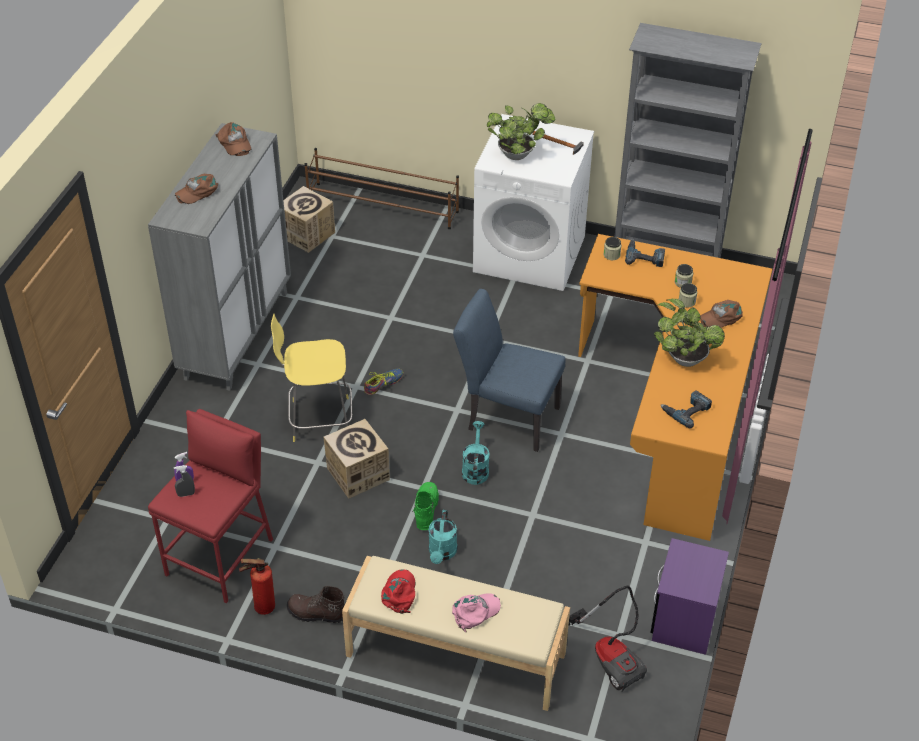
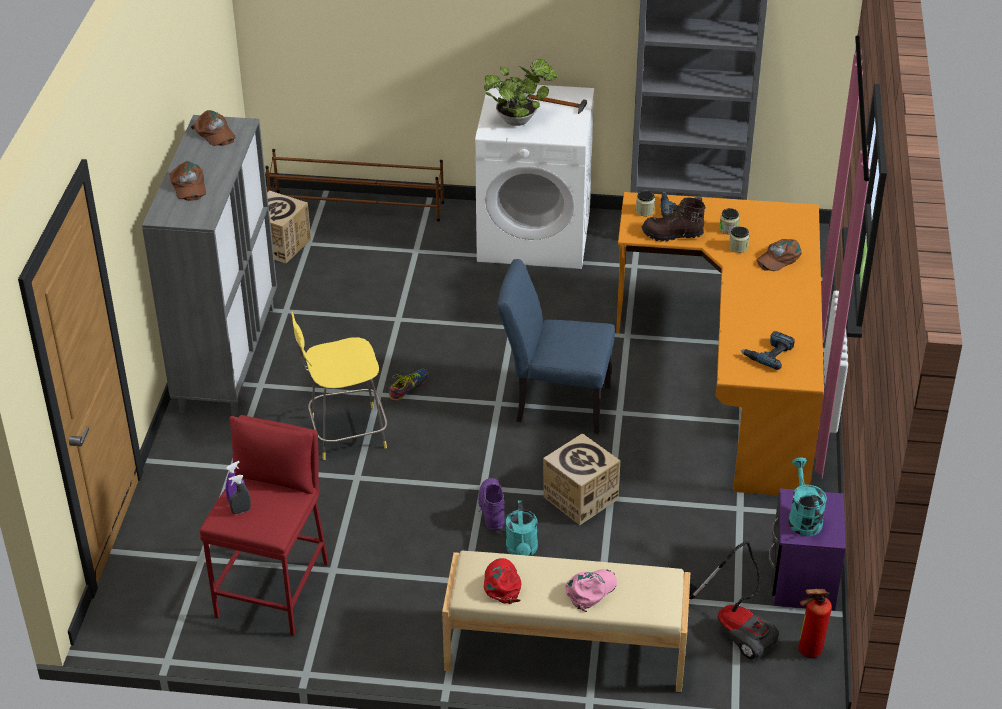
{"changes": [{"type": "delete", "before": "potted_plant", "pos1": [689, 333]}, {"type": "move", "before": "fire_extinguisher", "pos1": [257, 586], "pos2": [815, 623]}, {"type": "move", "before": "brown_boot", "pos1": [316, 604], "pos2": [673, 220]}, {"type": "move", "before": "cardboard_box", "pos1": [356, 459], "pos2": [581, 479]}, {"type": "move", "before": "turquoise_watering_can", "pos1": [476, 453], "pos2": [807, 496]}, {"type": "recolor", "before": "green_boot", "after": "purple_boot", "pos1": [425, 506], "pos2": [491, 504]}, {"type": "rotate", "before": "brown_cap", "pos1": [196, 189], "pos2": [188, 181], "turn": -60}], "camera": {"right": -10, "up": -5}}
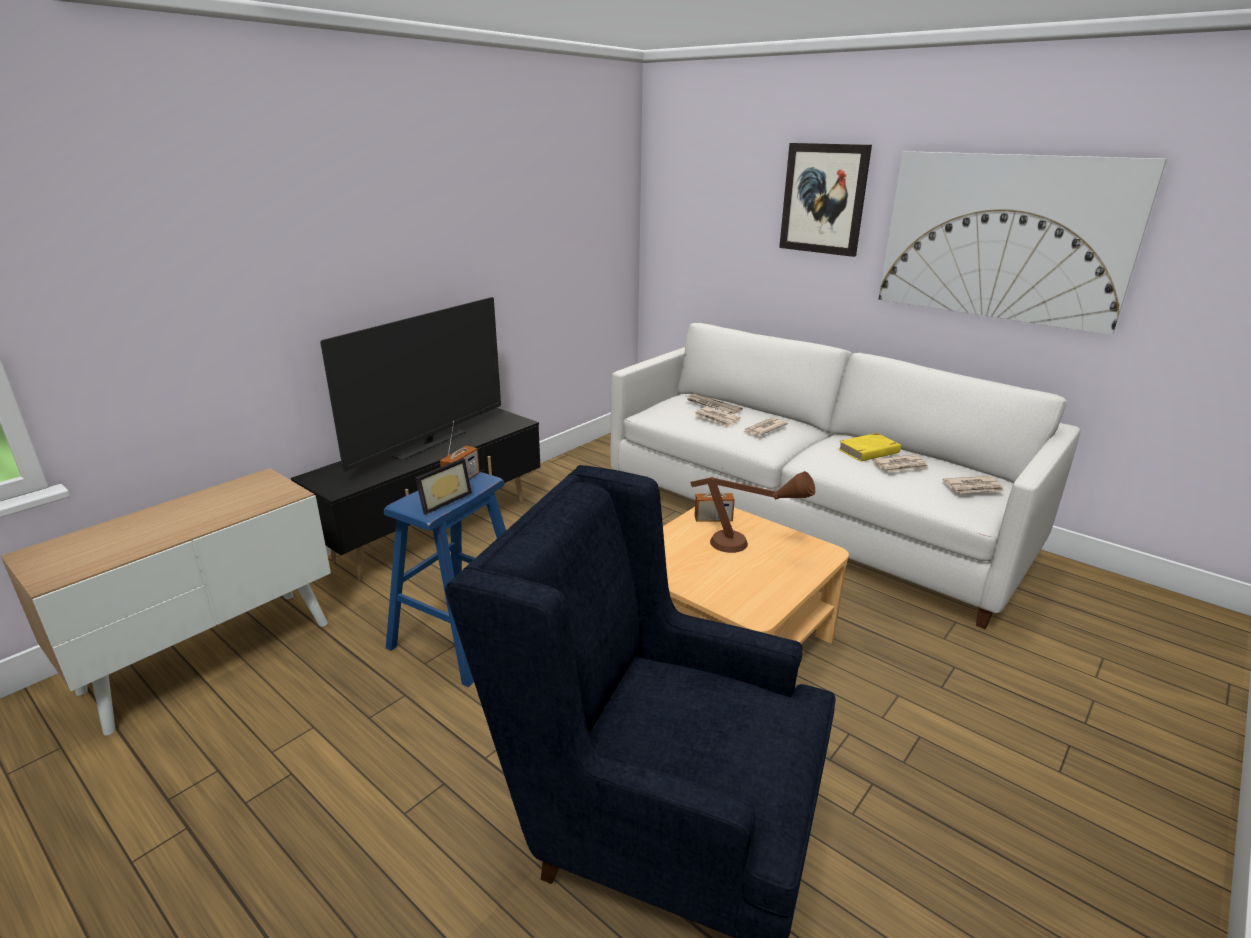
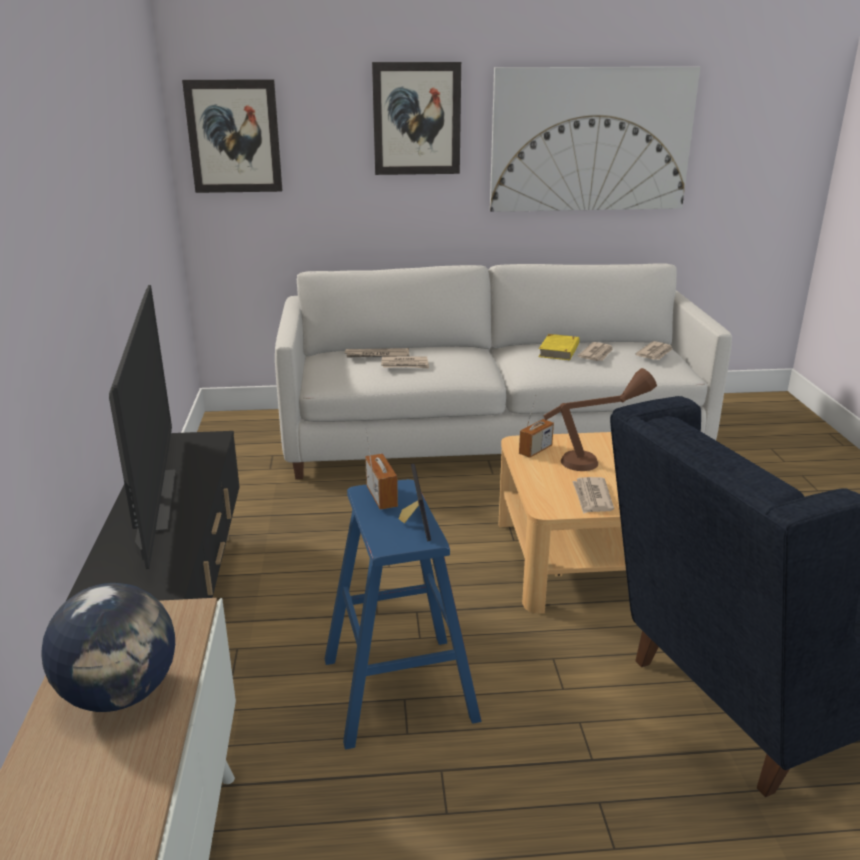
{"changes": [{"type": "insert", "after": "globe", "pos2": [108, 647]}, {"type": "insert", "after": "picture", "pos2": [232, 136]}, {"type": "move", "before": "newspaper", "pos1": [766, 427], "pos2": [593, 495]}], "camera": {"right": -45, "up": 0}}
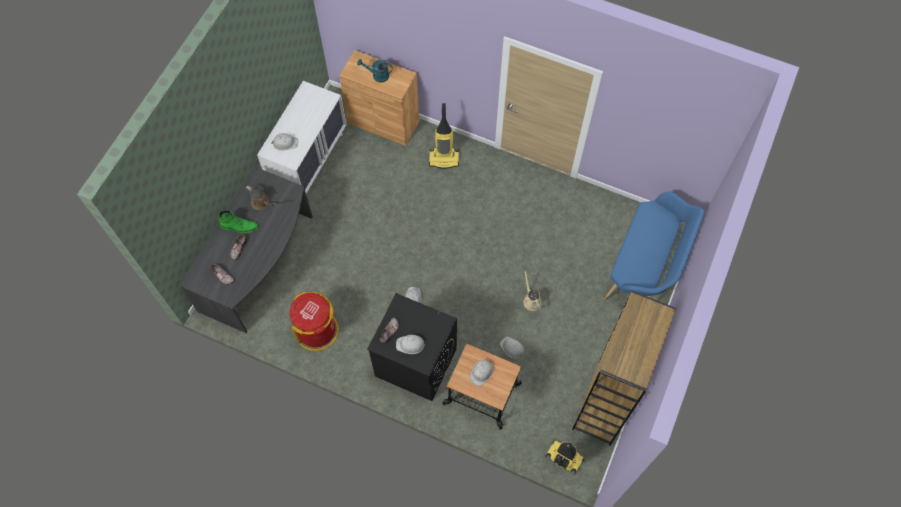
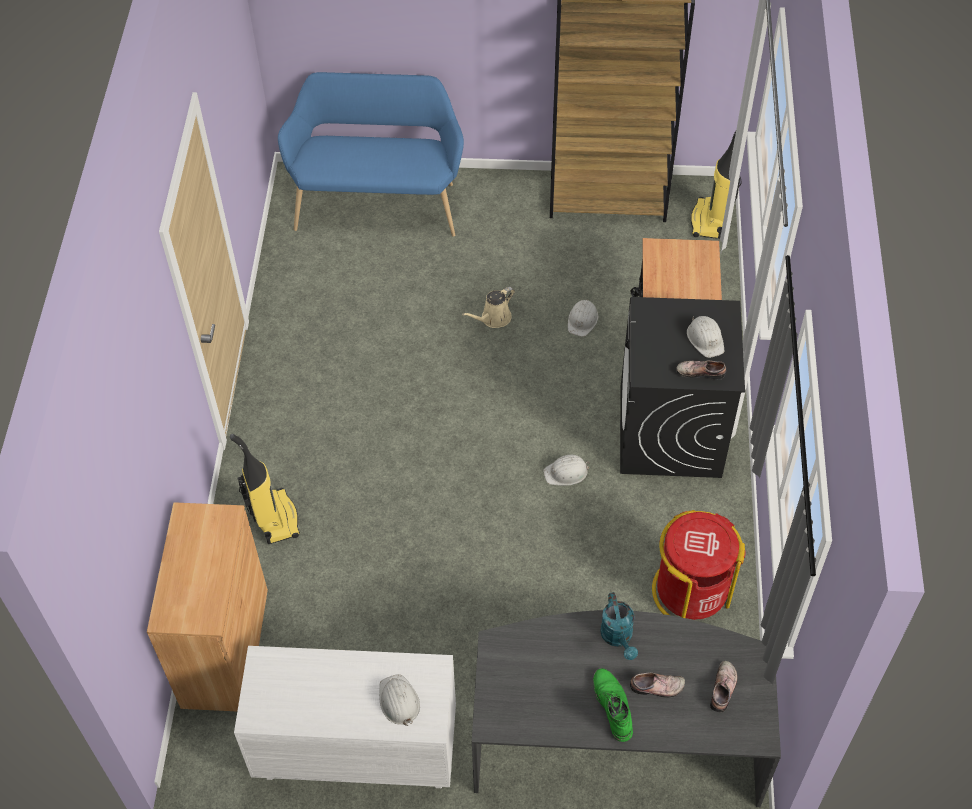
{"changes": [{"type": "delete", "before": "brown_watering_can", "pos1": [261, 198]}, {"type": "delete", "before": "white_hard_hat", "pos1": [481, 372]}, {"type": "move", "before": "turquoise_watering_can", "pos1": [375, 71], "pos2": [619, 626]}], "camera": {"right": -110, "up": -10}}
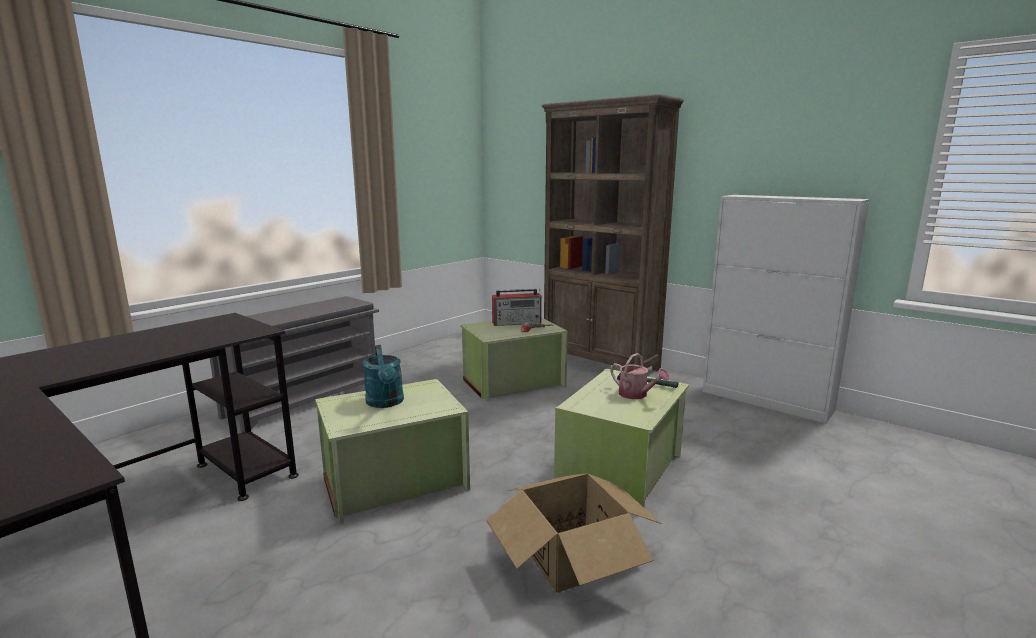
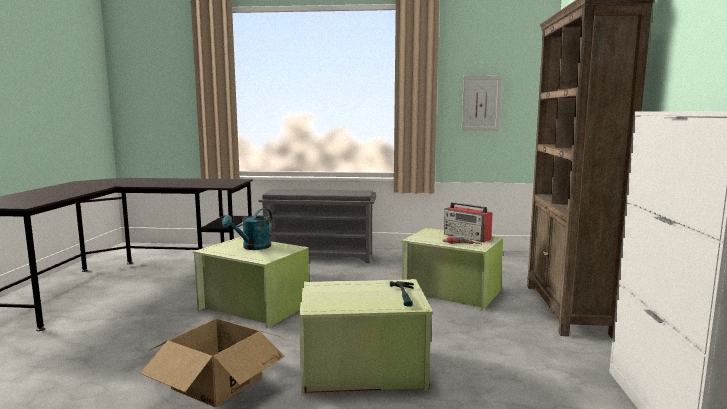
{"changes": [{"type": "delete", "before": "watering_can", "pos1": [640, 376]}, {"type": "insert", "after": "picture", "pos2": [481, 103]}], "camera": {"right": 55, "up": -5}}
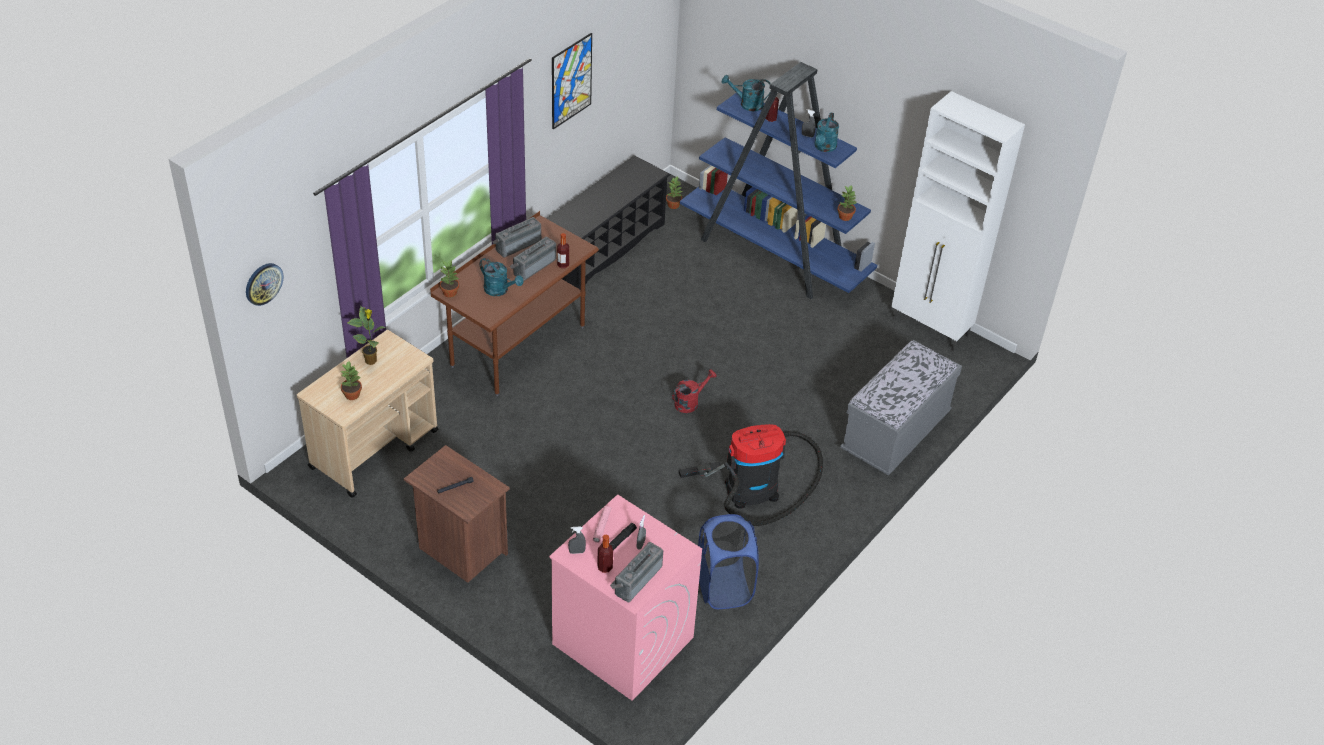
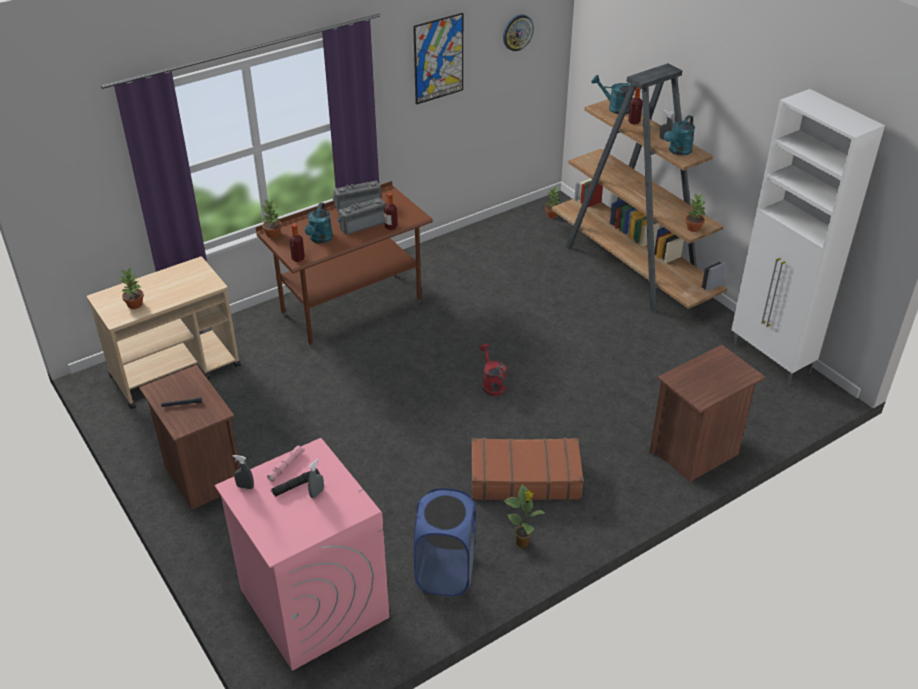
{"changes": [{"type": "delete", "before": "black_shoe_rack", "pos1": [608, 222]}, {"type": "delete", "before": "radio", "pos1": [636, 572]}, {"type": "move", "before": "wall_clock", "pos1": [265, 284], "pos2": [518, 33]}, {"type": "move", "before": "potted_plant", "pos1": [366, 335], "pos2": [525, 516]}, {"type": "move", "before": "bottle", "pos1": [605, 554], "pos2": [297, 243]}, {"type": "replace", "before": "vacuum_cleaner", "after": "brown_suitcase", "pos1": [751, 475], "pos2": [527, 469]}, {"type": "replace", "before": "grey_bench", "after": "brown_nightstand", "pos1": [901, 408], "pos2": [707, 413]}, {"type": "recolor", "before": "blue_bookcase", "after": "brown_bookcase", "pos1": [778, 180], "pos2": [639, 188]}, {"type": "rotate", "before": "turquoise_watering_can", "pos1": [501, 277], "pos2": [319, 223], "turn": 45}, {"type": "rotate", "before": "red_watering_can", "pos1": [694, 391], "pos2": [492, 370], "turn": -90}], "camera": {"right": 20, "up": -5}}
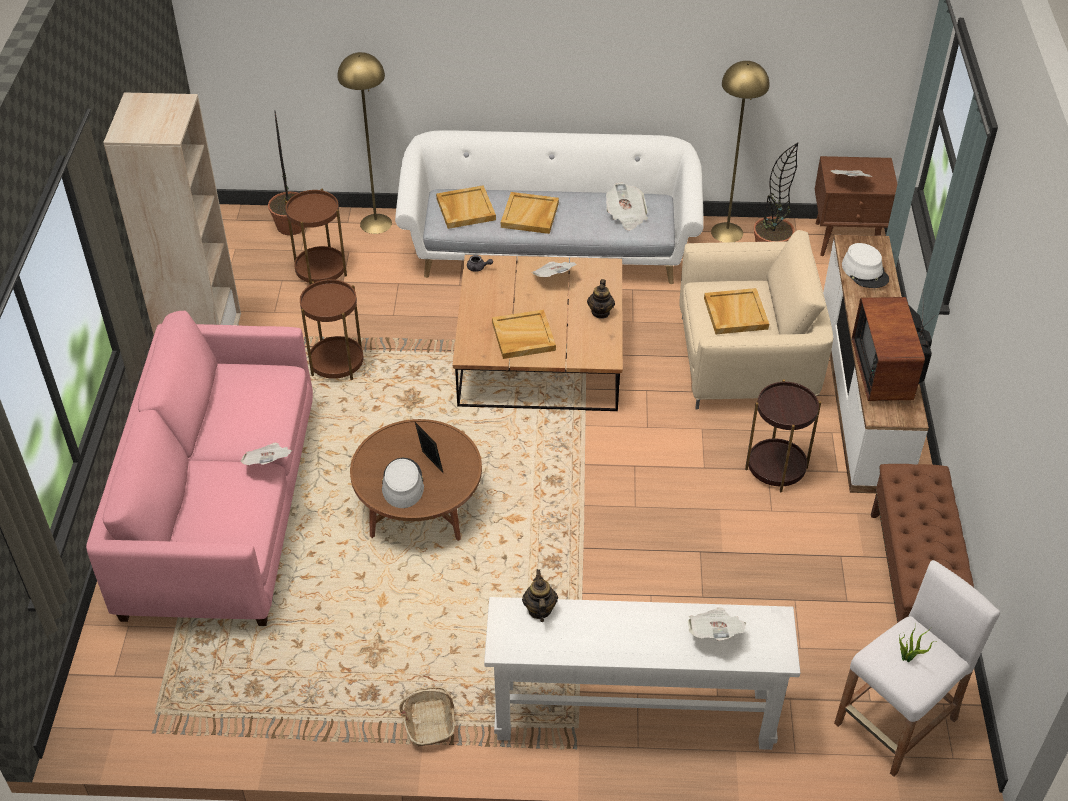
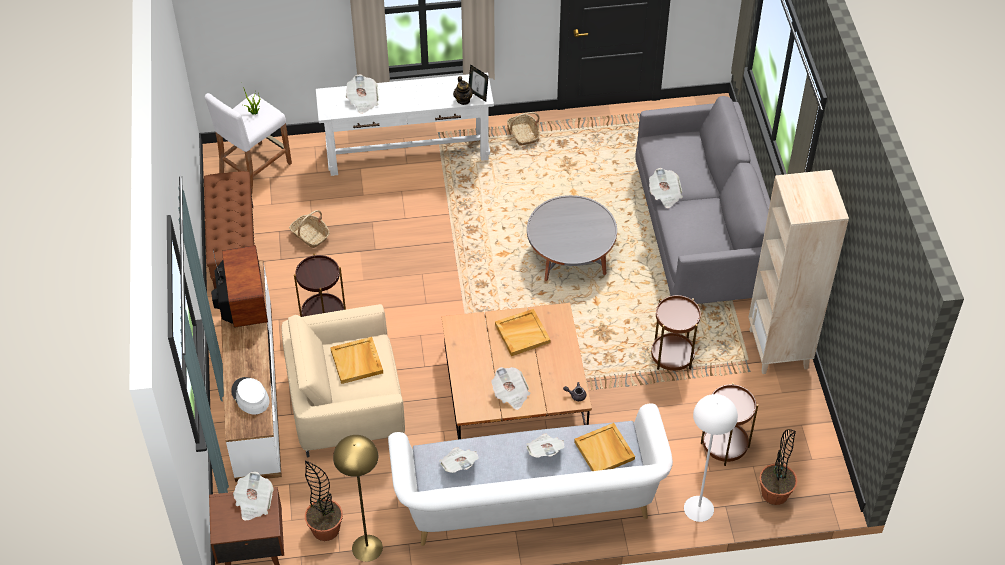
{"changes": [{"type": "delete", "before": "grey_hat", "pos1": [403, 483]}, {"type": "delete", "before": "teapot", "pos1": [601, 299]}, {"type": "insert", "after": "basket", "pos2": [309, 229]}, {"type": "move", "before": "picture_frame", "pos1": [429, 448], "pos2": [479, 83]}, {"type": "replace", "before": "beige_tray", "after": "newspaper", "pos1": [530, 213], "pos2": [545, 445]}, {"type": "recolor", "before": "pink_sofa", "after": "grey_sofa", "pos1": [199, 468], "pos2": [702, 200]}, {"type": "recolor", "before": "yellow_floor_lamp", "after": "white_floor_lamp", "pos1": [365, 143], "pos2": [711, 458]}, {"type": "recolor", "before": "brown_coffee_table", "after": "grey_coffee_table", "pos1": [416, 480], "pos2": [572, 238]}], "camera": {"right": 170, "up": 5}}
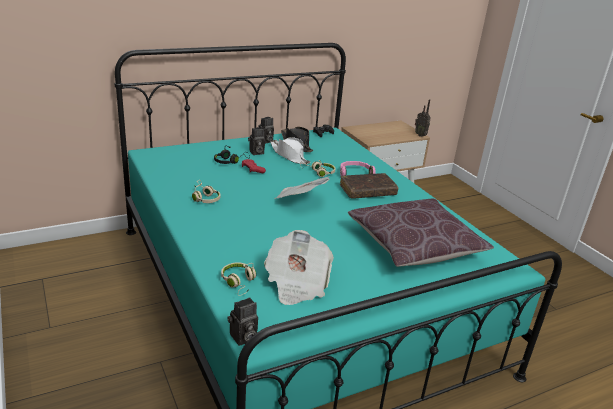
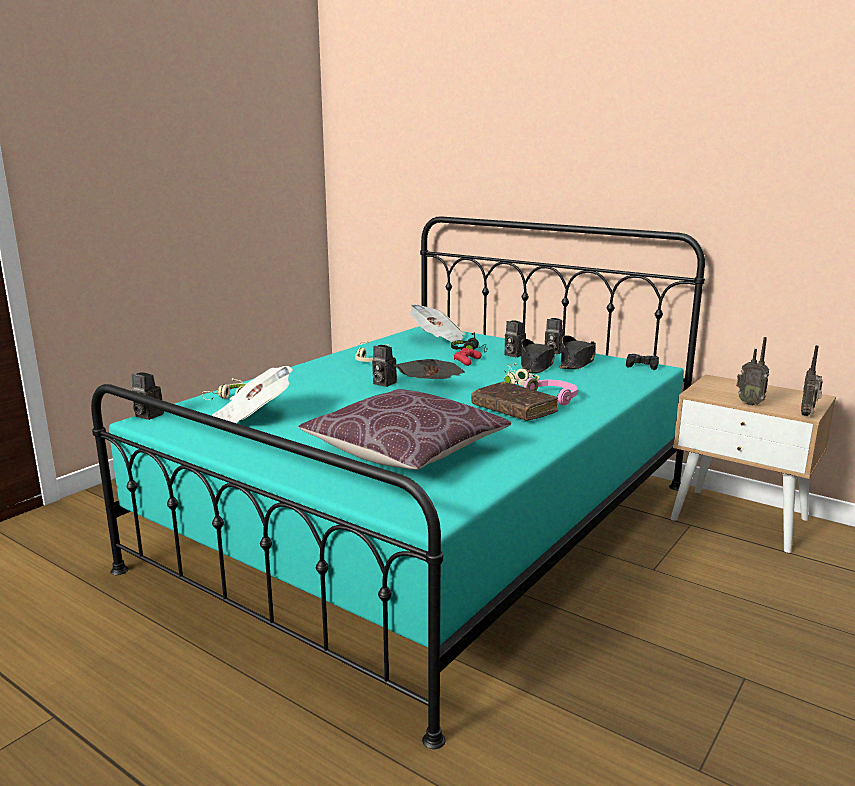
{"changes": [{"type": "insert", "after": "photo_camera", "pos2": [384, 366]}, {"type": "insert", "after": "newspaper", "pos2": [437, 324]}, {"type": "insert", "after": "radio", "pos2": [752, 371]}, {"type": "recolor", "before": "white_hat", "after": "black_hat", "pos1": [290, 150], "pos2": [538, 356]}], "camera": {"right": 65, "up": -10}}
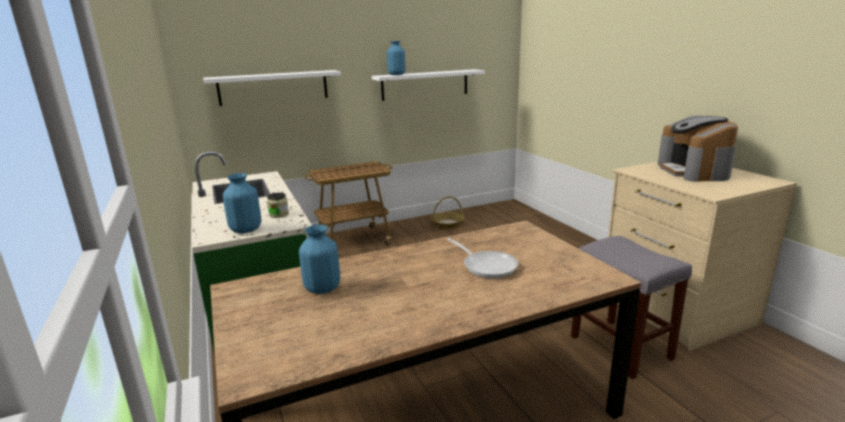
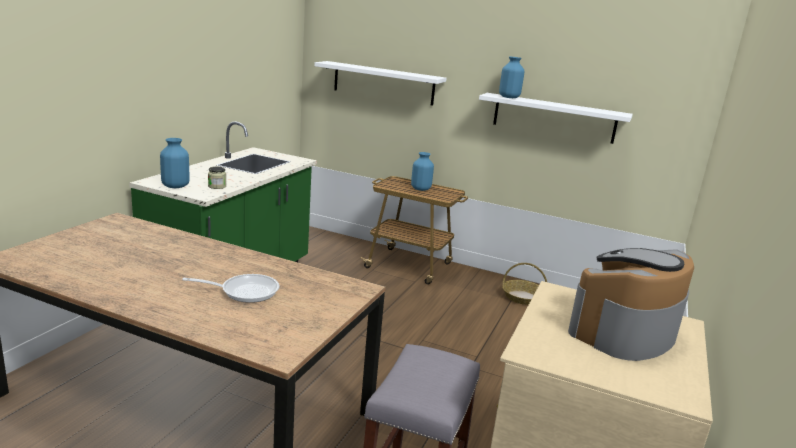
{"changes": [{"type": "move", "before": "blue_vase", "pos1": [319, 259], "pos2": [422, 171]}, {"type": "rotate", "before": "frying_pan", "pos1": [482, 258], "pos2": [230, 288], "turn": -105}], "camera": {"right": 45, "up": 0}}
